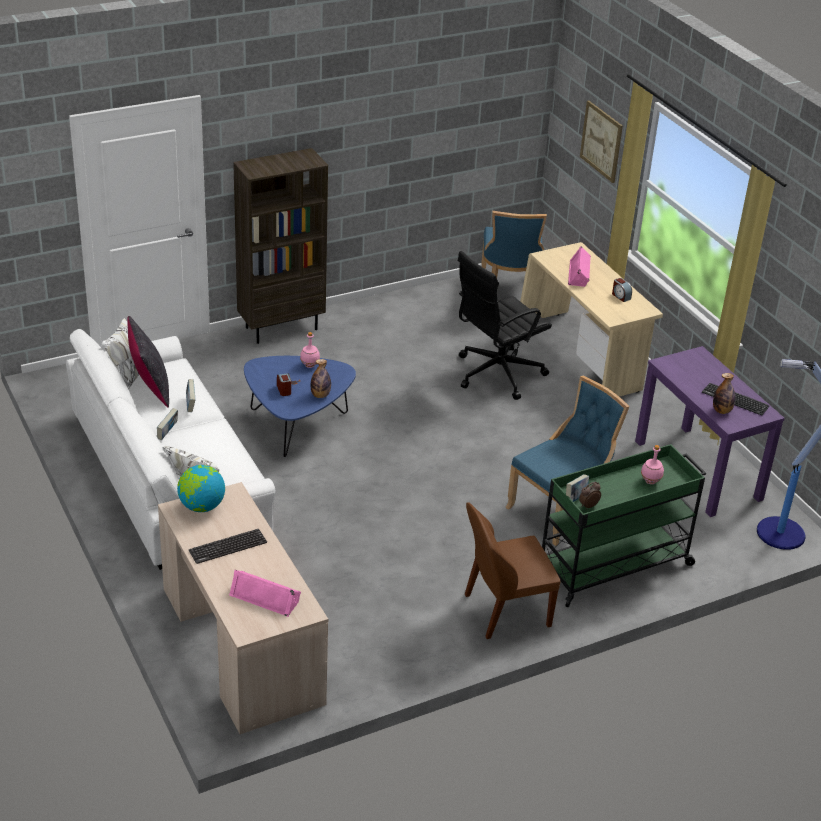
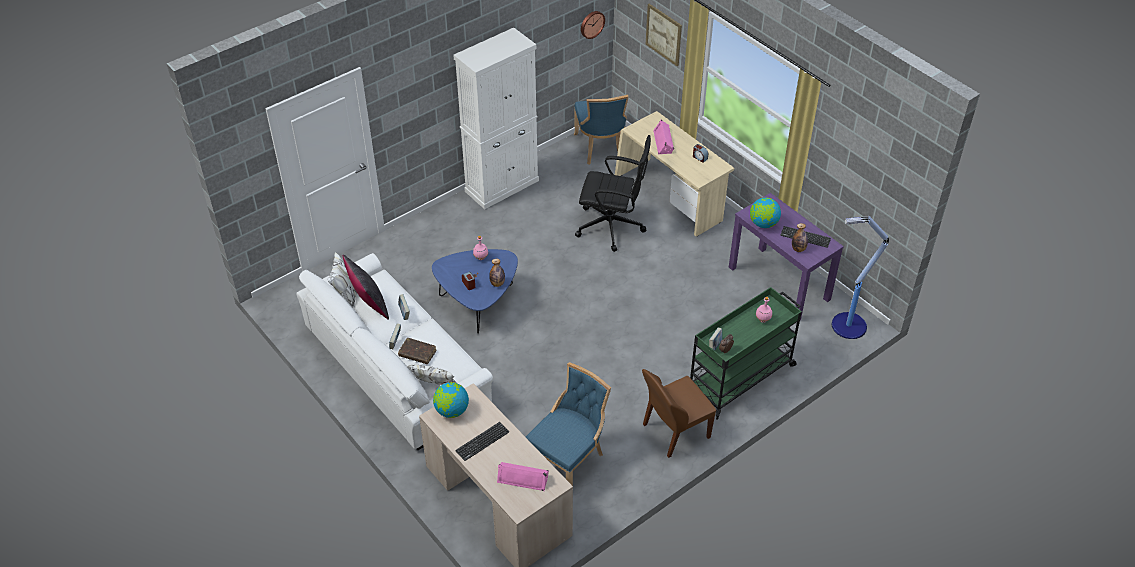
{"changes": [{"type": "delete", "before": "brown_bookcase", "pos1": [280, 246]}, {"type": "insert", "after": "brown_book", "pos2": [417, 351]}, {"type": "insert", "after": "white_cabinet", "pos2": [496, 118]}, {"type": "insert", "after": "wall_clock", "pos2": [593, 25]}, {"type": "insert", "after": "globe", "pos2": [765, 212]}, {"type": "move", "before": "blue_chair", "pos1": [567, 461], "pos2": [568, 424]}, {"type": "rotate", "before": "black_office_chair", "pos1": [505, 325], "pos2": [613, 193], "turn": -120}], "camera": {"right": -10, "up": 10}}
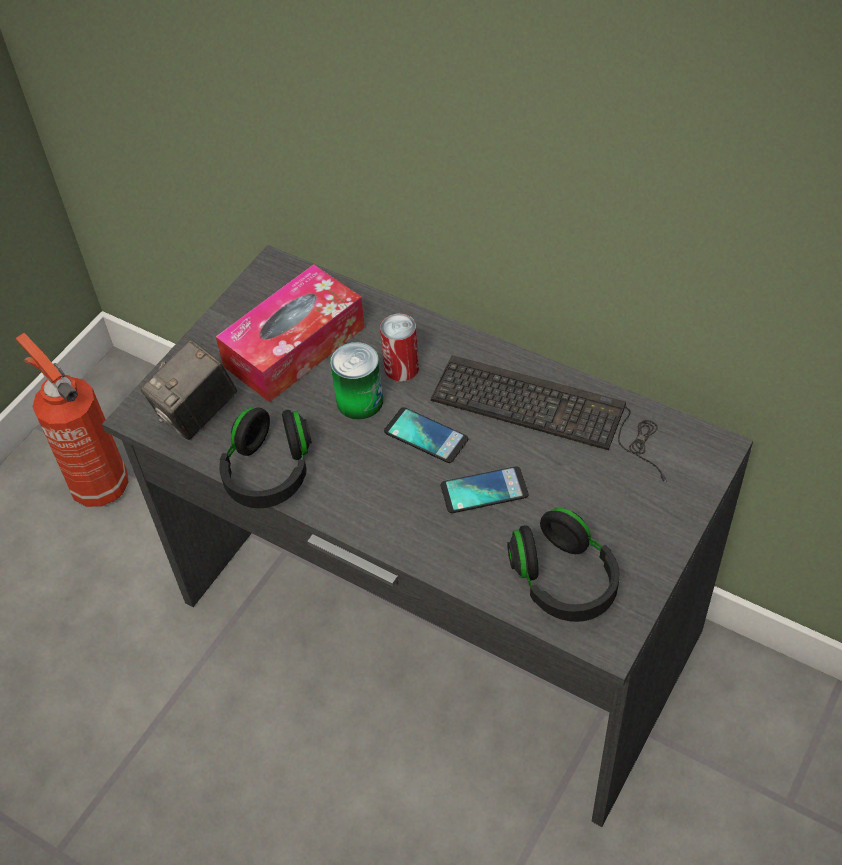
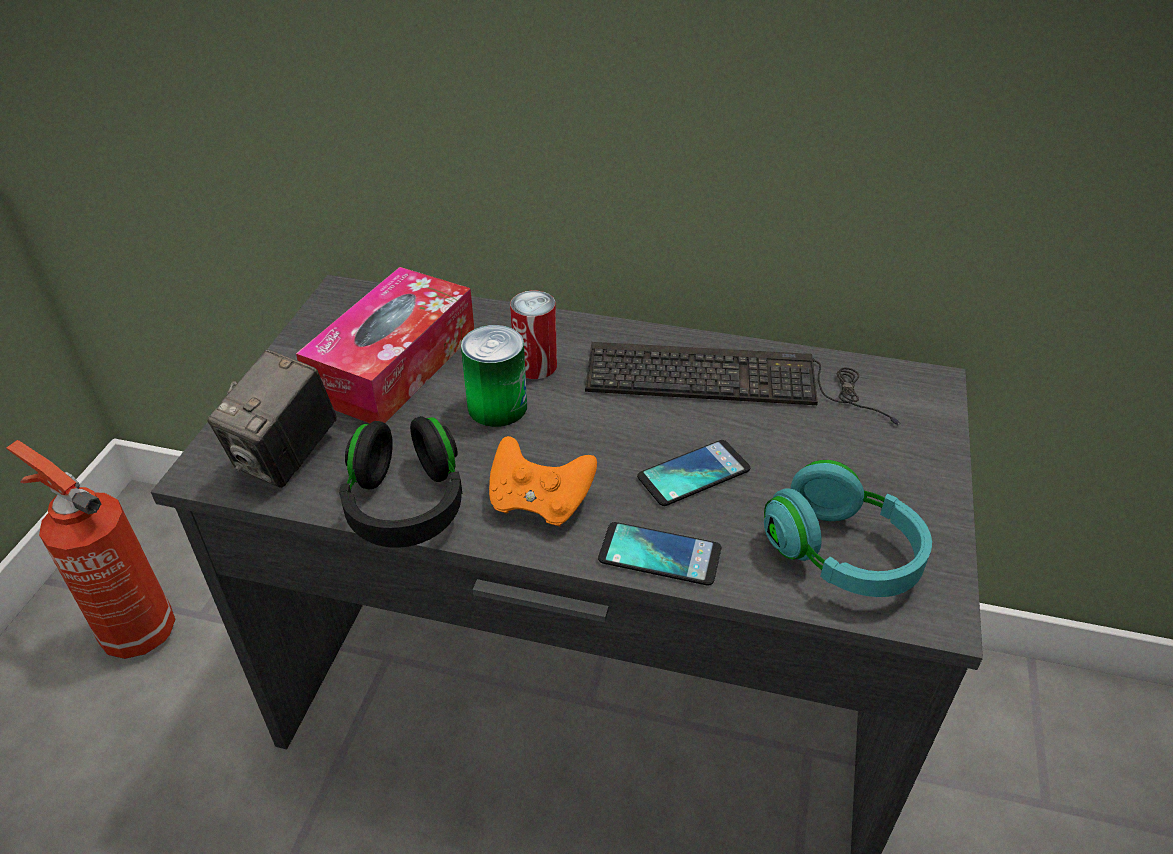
{"changes": [{"type": "insert", "after": "orange_game_controller", "pos2": [543, 481]}, {"type": "move", "before": "phone", "pos1": [426, 435], "pos2": [659, 554]}, {"type": "recolor", "before": "black_headphones", "after": "turquoise_headphones", "pos1": [563, 565], "pos2": [848, 528]}], "camera": {"right": -20, "up": -10}}
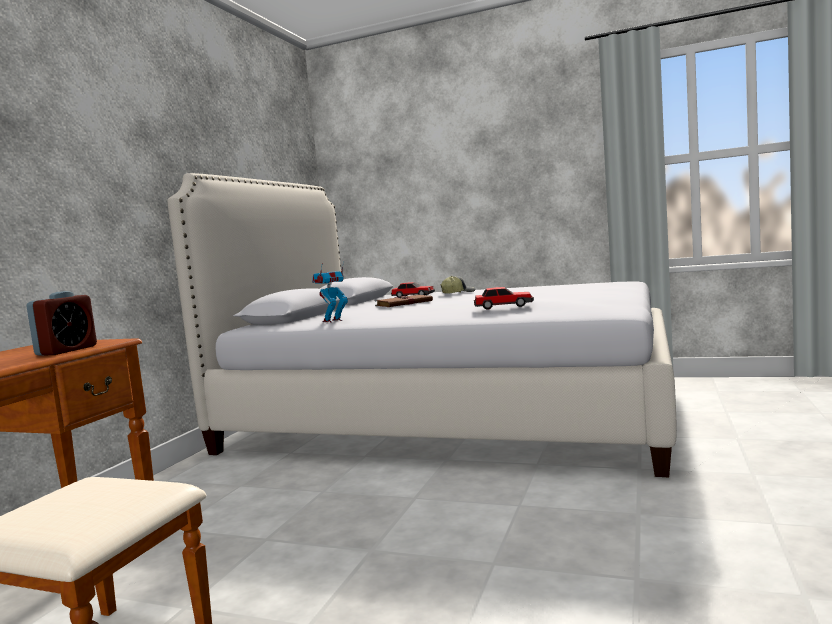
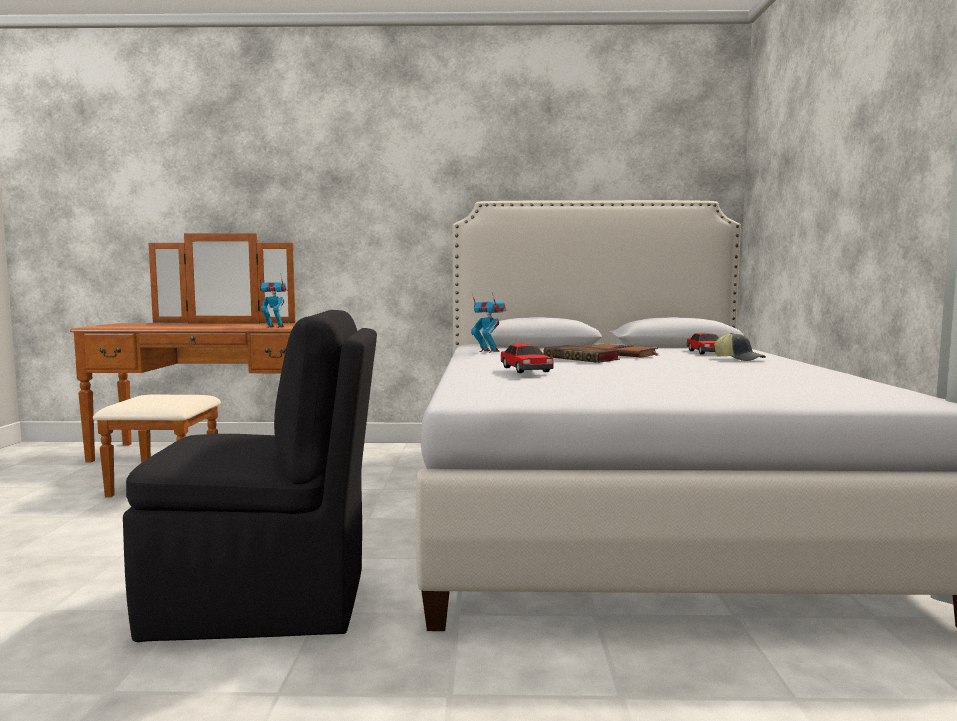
{"changes": [{"type": "insert", "after": "black_chair", "pos2": [250, 476]}, {"type": "insert", "after": "book", "pos2": [582, 354]}, {"type": "replace", "before": "alarm_clock", "after": "toy_robot", "pos1": [61, 323], "pos2": [272, 300]}], "camera": {"right": 70, "up": 0}}
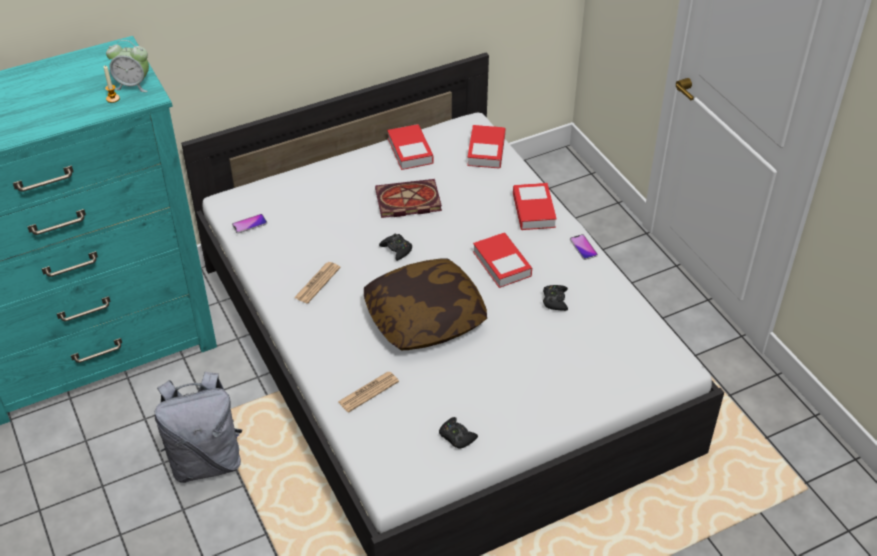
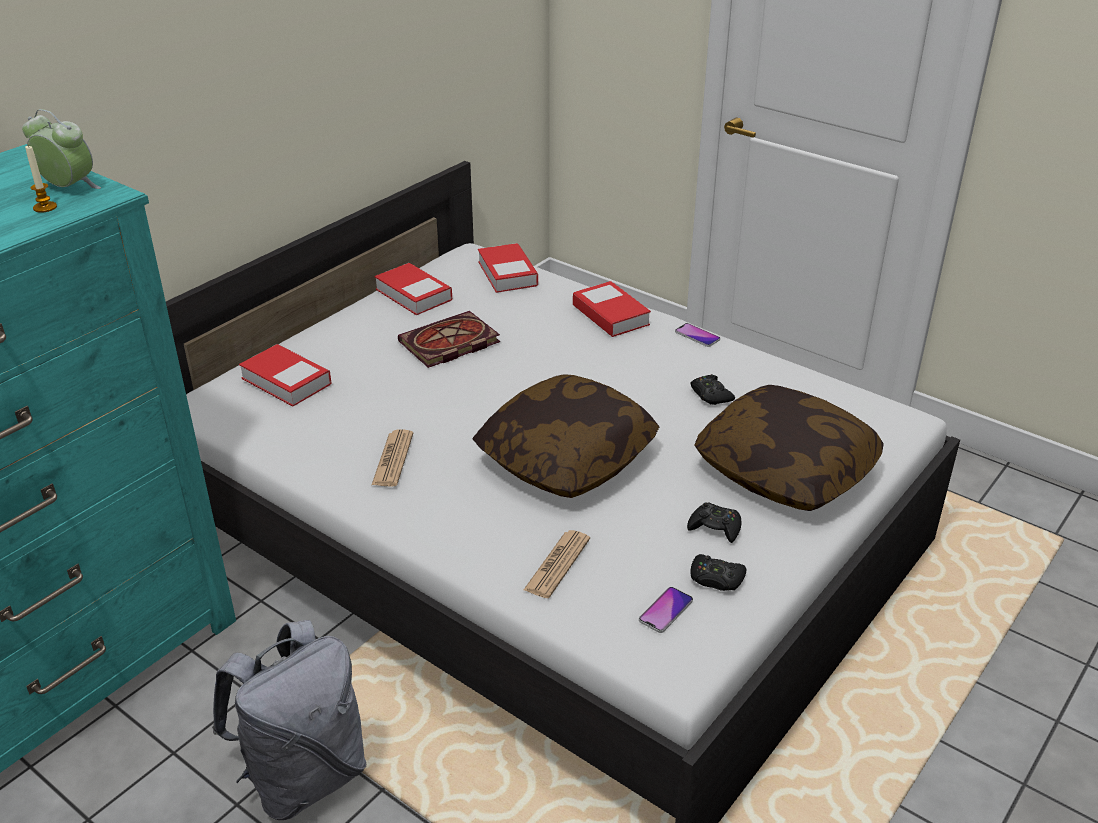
{"changes": [{"type": "insert", "after": "pillow", "pos2": [789, 448]}, {"type": "move", "before": "phone", "pos1": [249, 224], "pos2": [666, 610]}, {"type": "move", "before": "black_game_controller", "pos1": [395, 247], "pos2": [714, 522]}, {"type": "move", "before": "book", "pos1": [502, 260], "pos2": [285, 375]}, {"type": "rotate", "before": "alarm_clock", "pos1": [127, 66], "pos2": [61, 149], "turn": -135}], "camera": {"right": -25, "up": -10}}
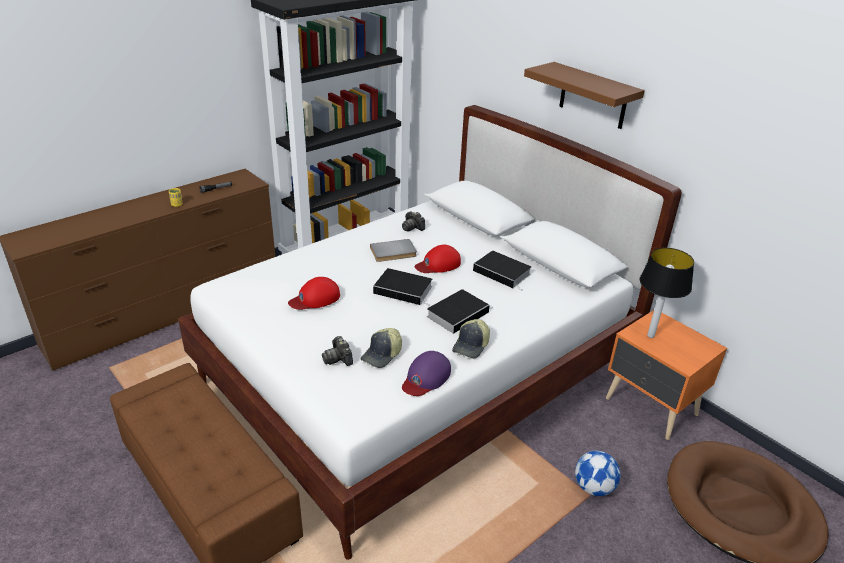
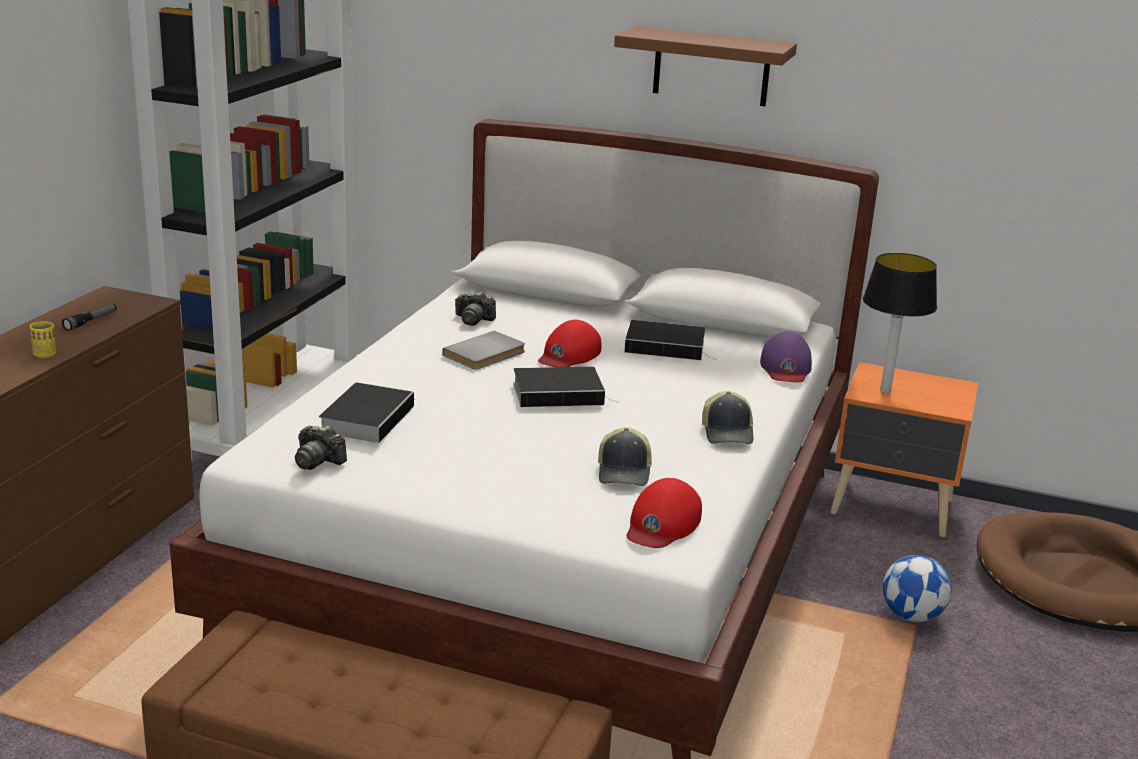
{"changes": [{"type": "move", "before": "red_cap", "pos1": [314, 293], "pos2": [664, 513]}, {"type": "move", "before": "photo_camera", "pos1": [337, 351], "pos2": [321, 447]}, {"type": "move", "before": "purple_cap", "pos1": [426, 373], "pos2": [786, 357]}, {"type": "move", "before": "book", "pos1": [460, 311], "pos2": [367, 413]}], "camera": {"right": -30, "up": -10}}
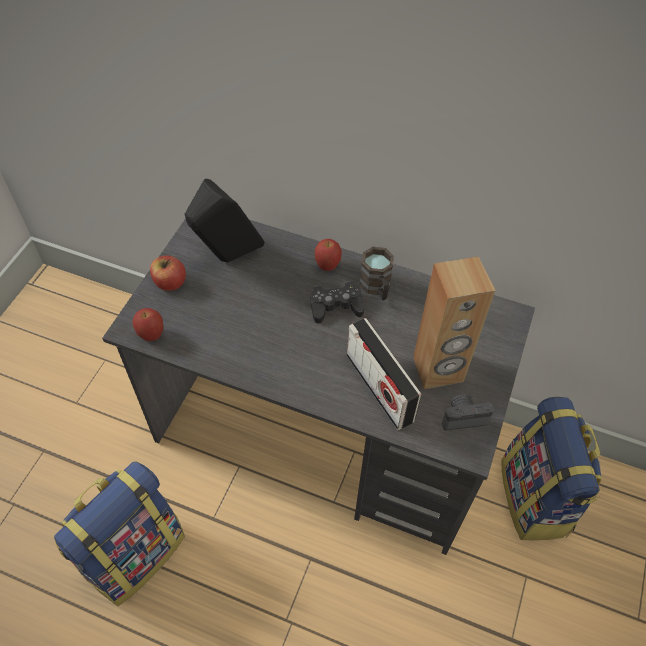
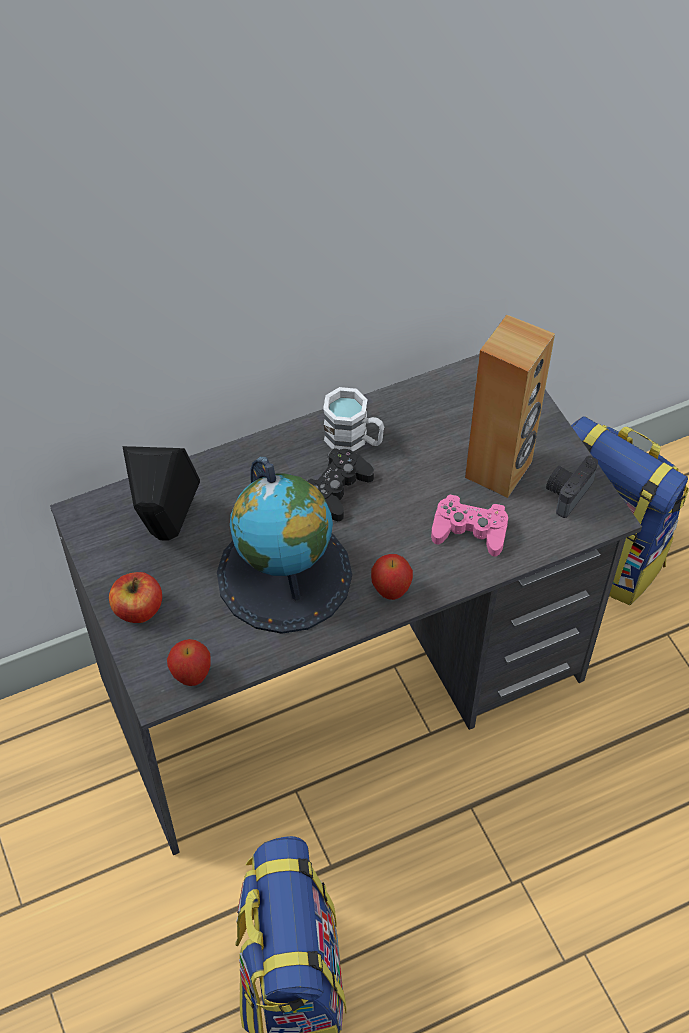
{"changes": [{"type": "insert", "after": "globe", "pos2": [284, 545]}, {"type": "move", "before": "apple", "pos1": [328, 255], "pos2": [392, 577]}, {"type": "replace", "before": "radio", "after": "pink_game_controller", "pos1": [384, 374], "pos2": [469, 525]}, {"type": "recolor", "before": "brown_mug", "after": "white_mug", "pos1": [376, 273], "pos2": [353, 419]}], "camera": {"right": -45, "up": 0}}
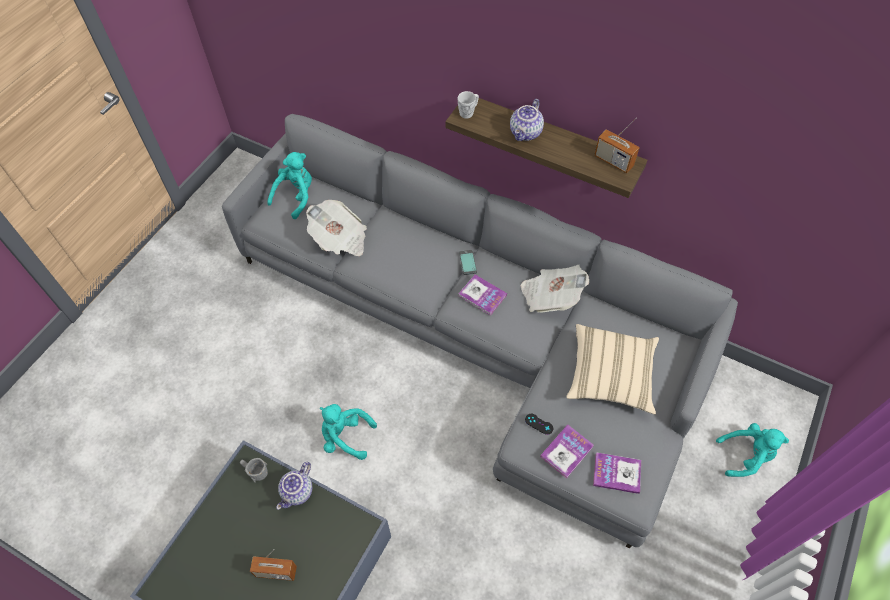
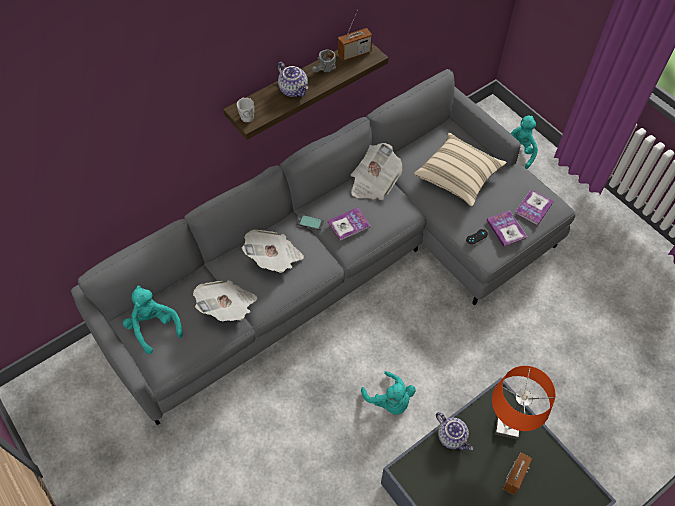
{"changes": [{"type": "insert", "after": "newspaper", "pos2": [273, 251]}, {"type": "insert", "after": "orange_table_lamp", "pos2": [523, 402]}, {"type": "move", "before": "grey_mug", "pos1": [254, 470], "pos2": [324, 61]}, {"type": "rotate", "before": "turquoise_plush_toy", "pos1": [348, 432], "pos2": [388, 393], "turn": -75}], "camera": {"right": -65, "up": 0}}
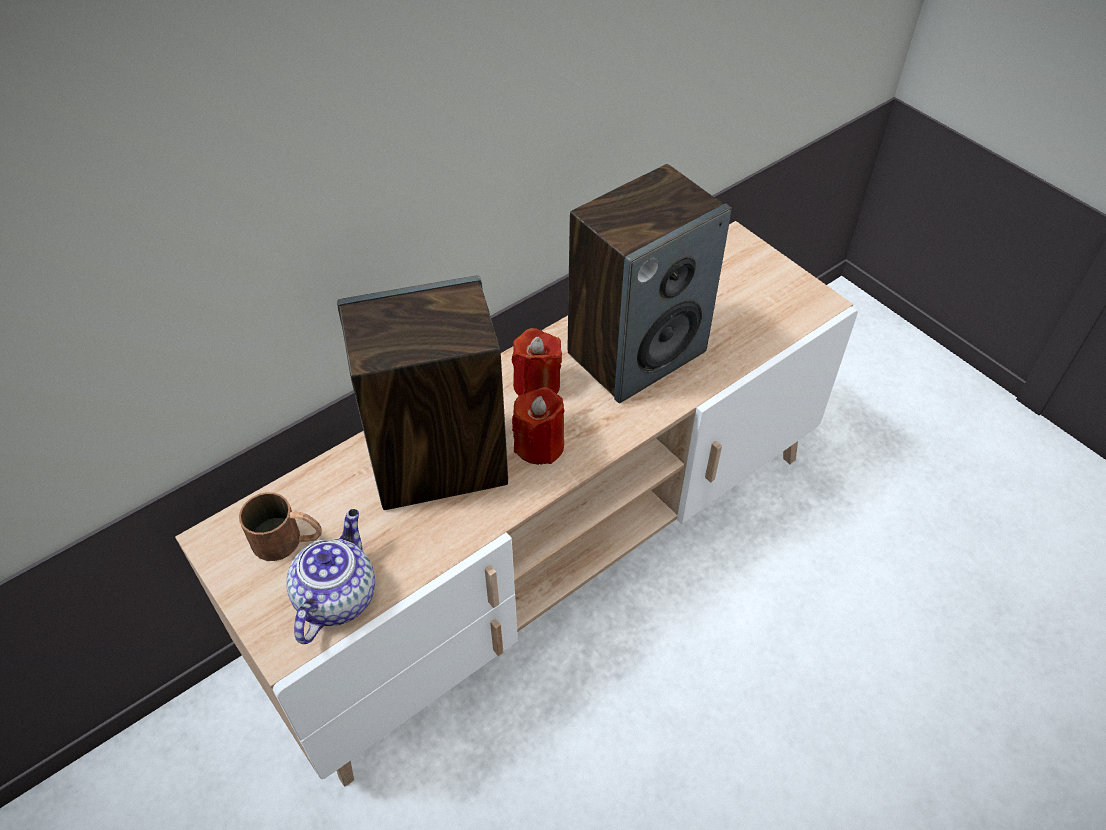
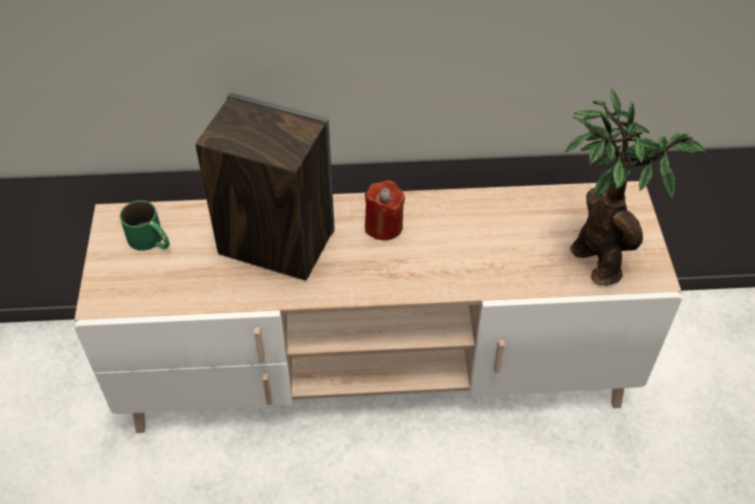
{"changes": [{"type": "delete", "before": "teapot", "pos1": [330, 576]}, {"type": "delete", "before": "red_candle", "pos1": [538, 426]}, {"type": "delete", "before": "speaker", "pos1": [649, 283]}, {"type": "insert", "after": "potted_plant", "pos2": [635, 187]}, {"type": "recolor", "before": "brown_mug", "after": "green_mug", "pos1": [280, 526], "pos2": [145, 225]}], "camera": {"right": 35, "up": 0}}
